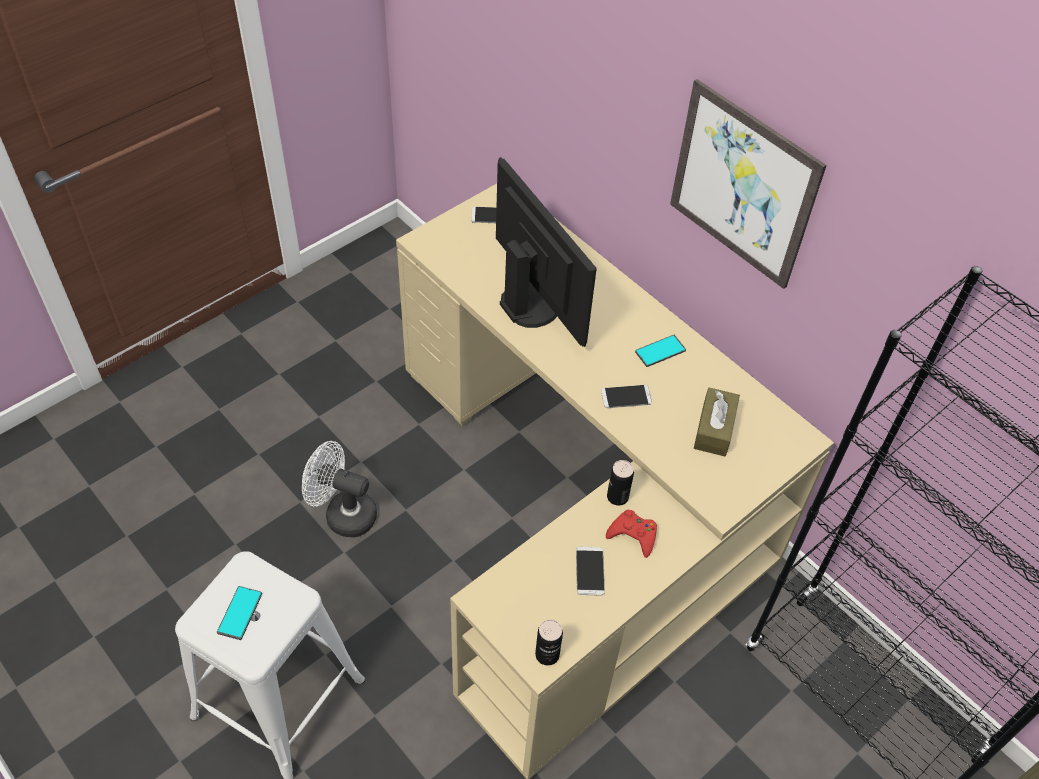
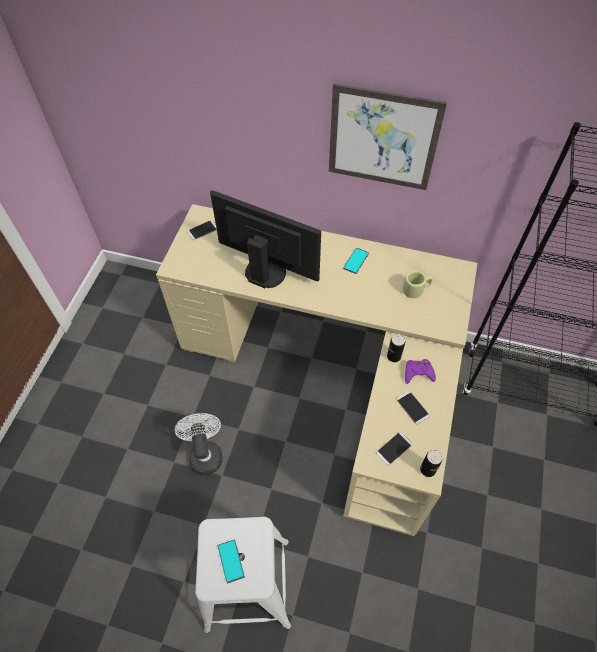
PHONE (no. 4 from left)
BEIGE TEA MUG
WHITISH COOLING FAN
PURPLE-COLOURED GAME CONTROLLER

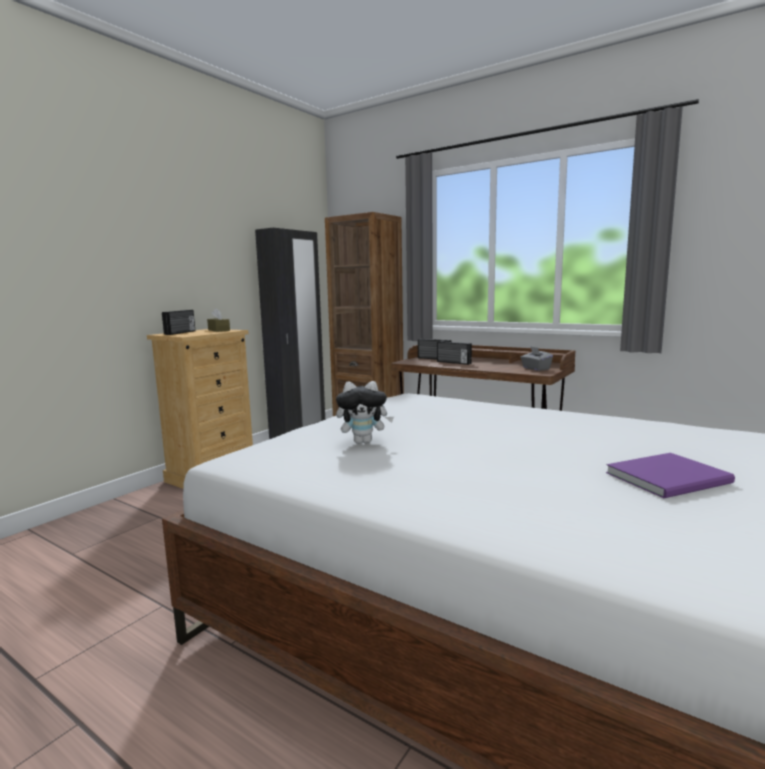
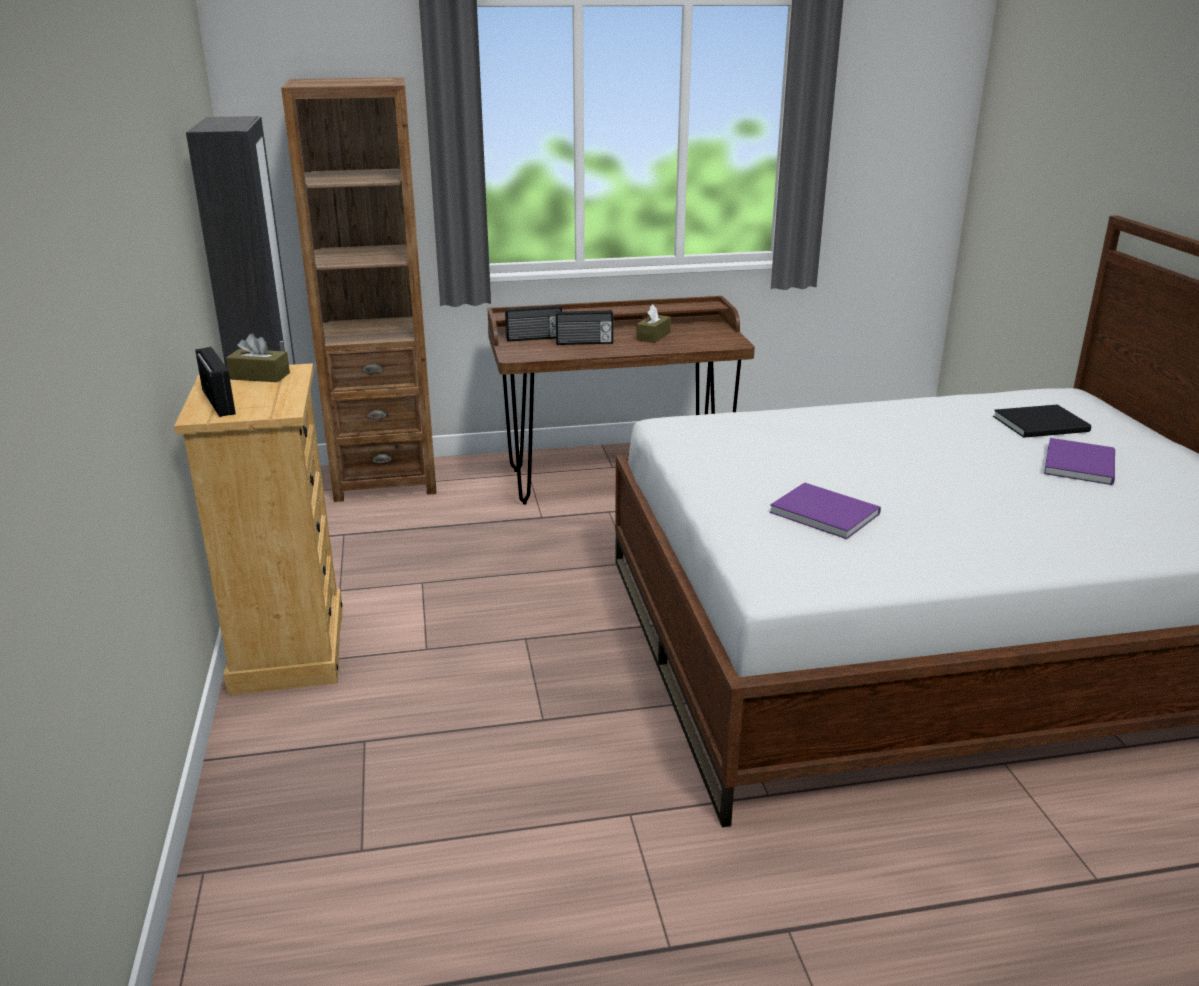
GRAY TISSUE HOLDER
PURPLE-COLOURED VOLUME (no. 1 from left)
BROWN-COLOURED TISSUE HOLDER (no. 2 from left)
BLACKISH VOLUME

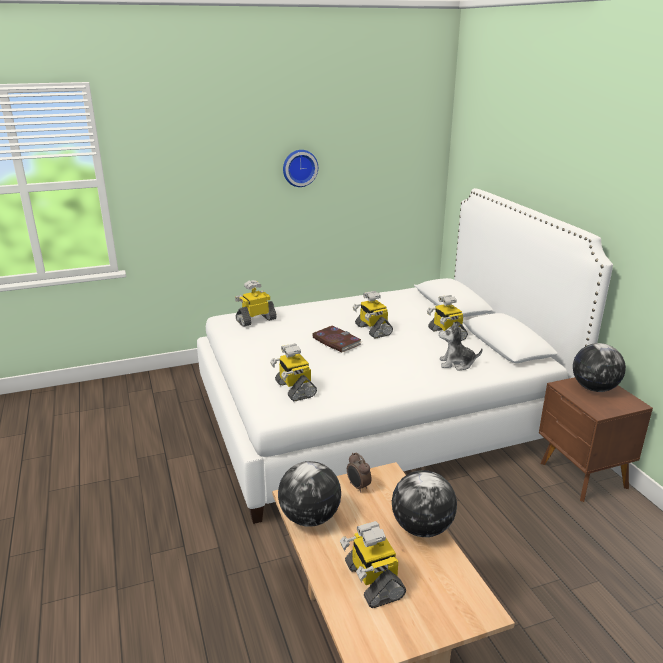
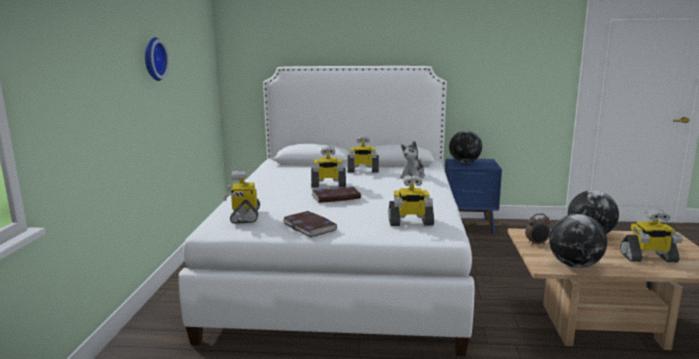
BLUE-COLOURED NIGHTSTAND
VOLUME (no. 1 from left)

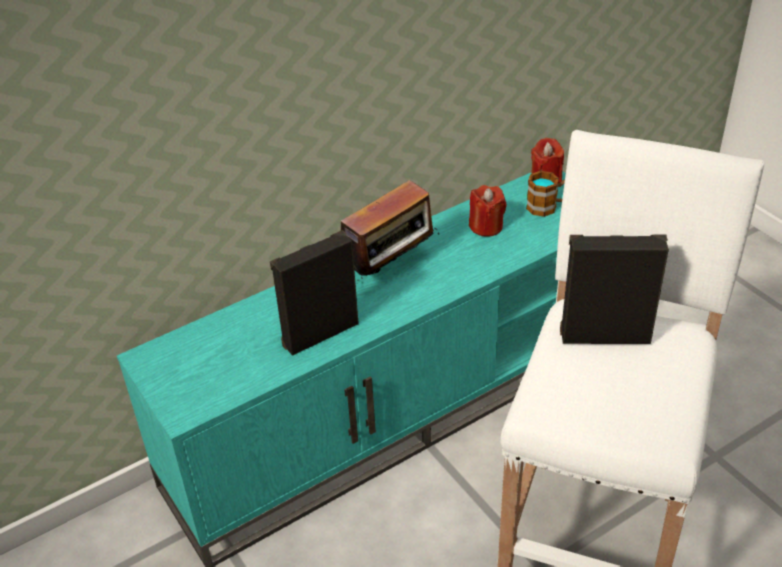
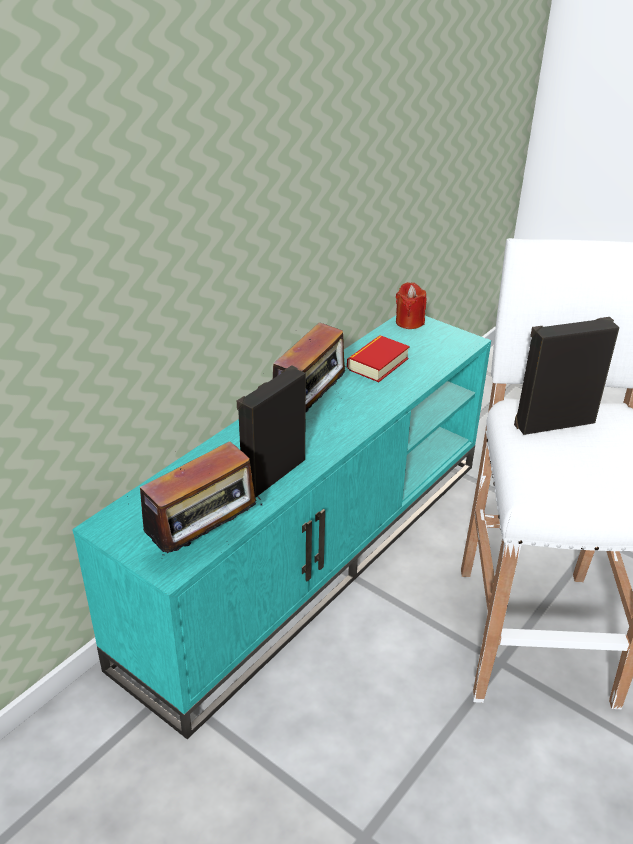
TEA MUG
VOLUME
RADIO SET (no. 1 from left)

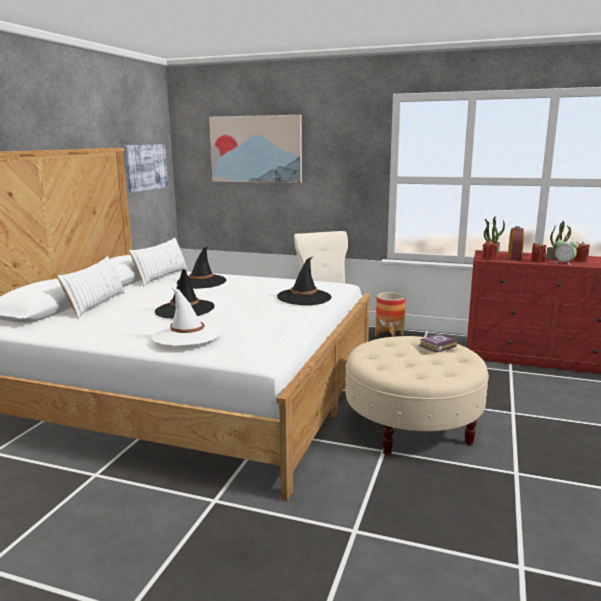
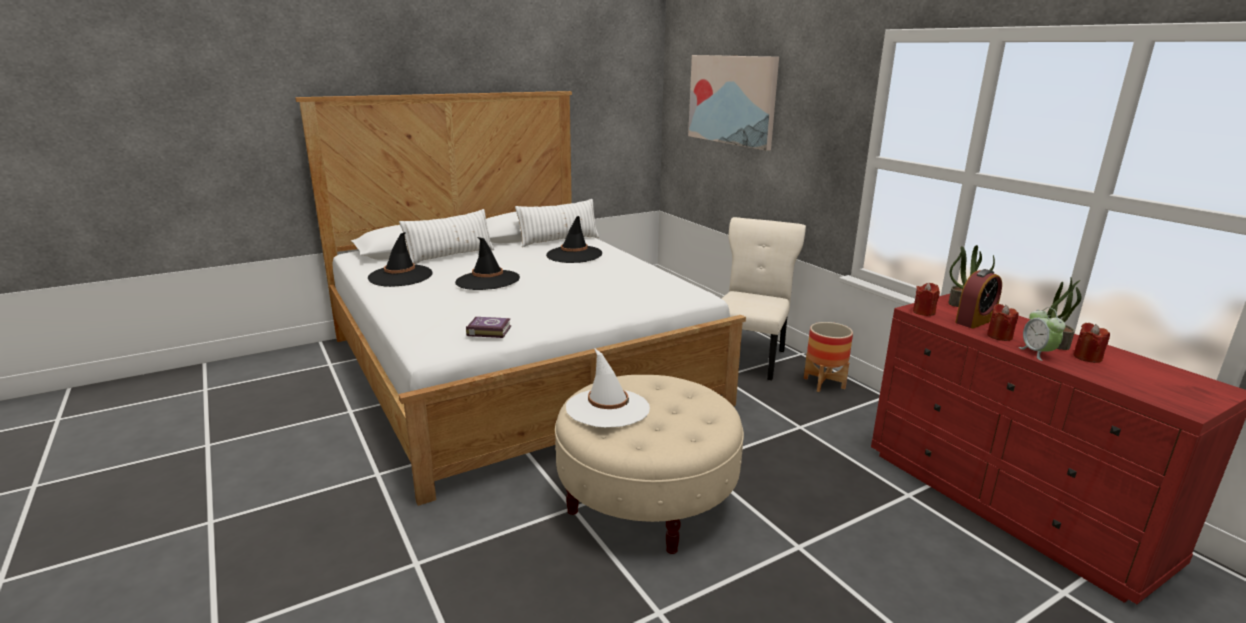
WALL PICTURE (no. 1 from left in the first image)
BLACKISH HAT (no. 1 from left)
WHITISH HAT
VOLUME

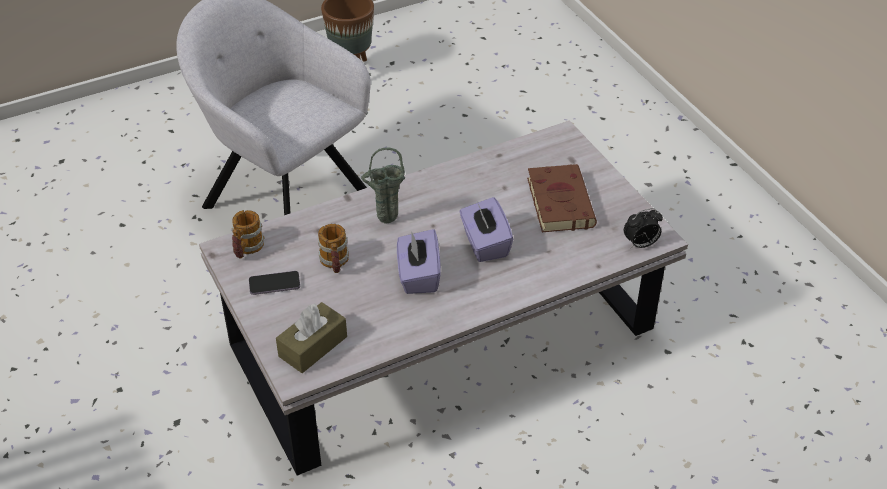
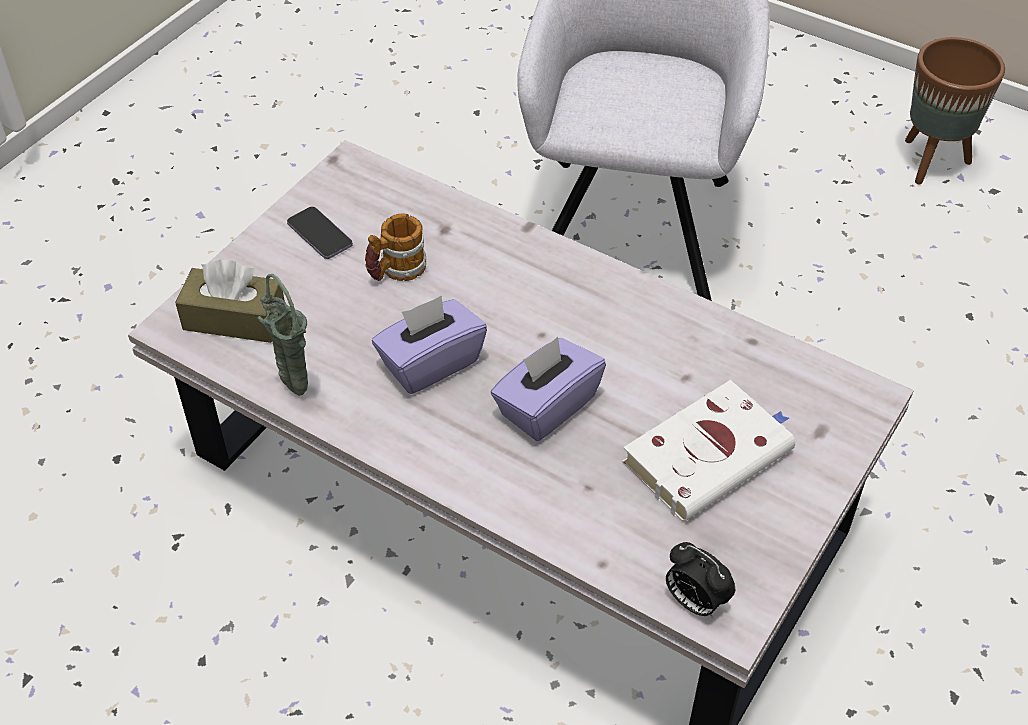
GREEN-COLOURED DECORATIVE VASE
WHITISH VOLUME
TEA MUG (no. 1 from left in the first image)

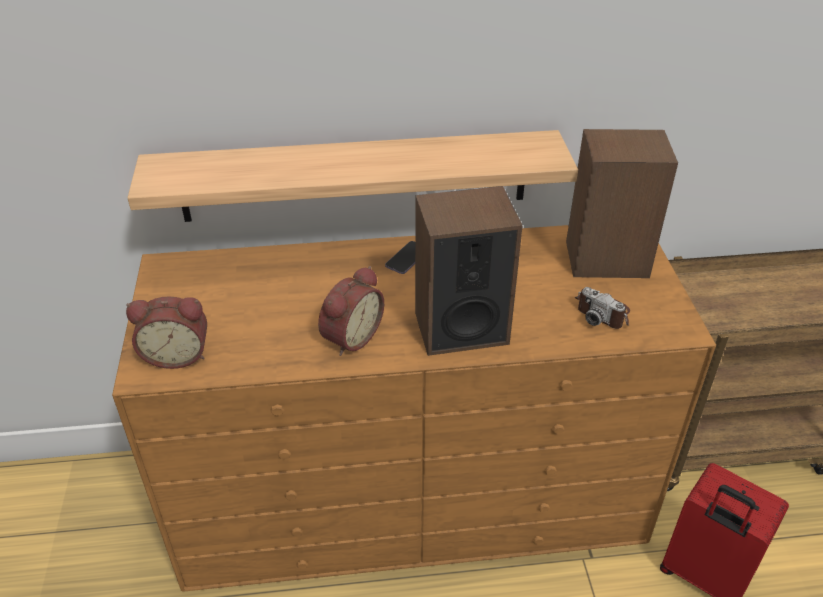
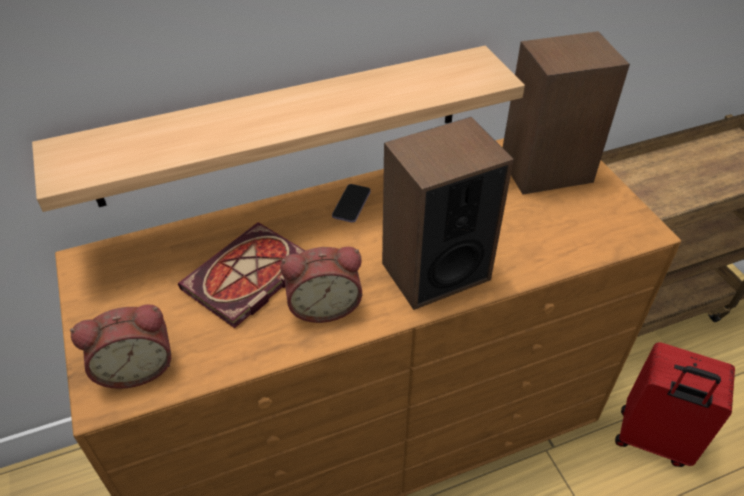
BEDSIDE CLOCK (no. 2 from left)
PHOTO CAMERA
VOLUME

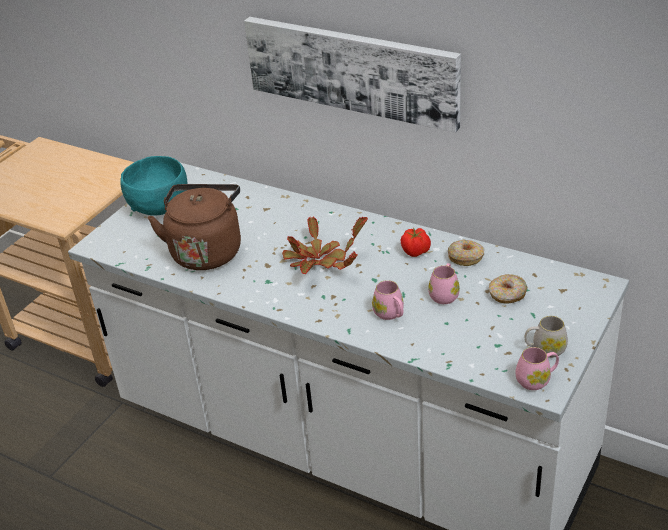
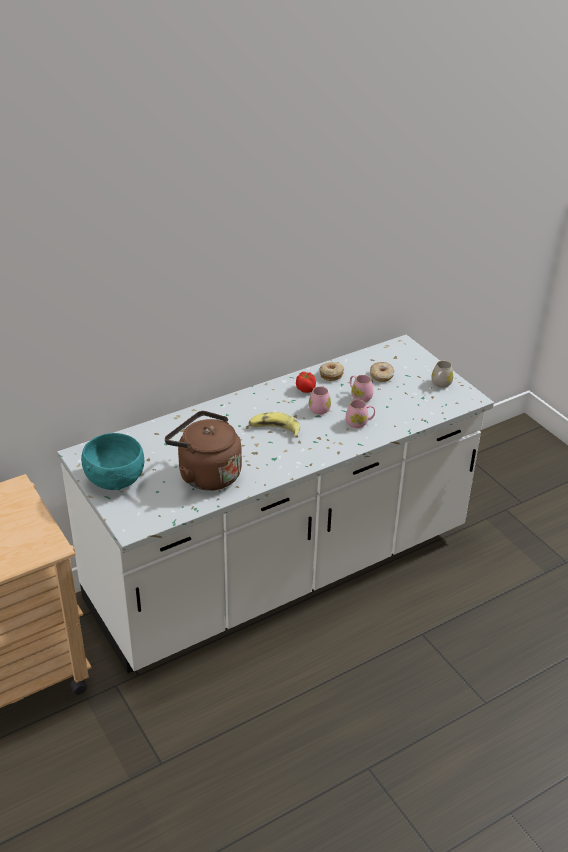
WALL PICTURE
BANANA
PINK TEA MUG (no. 1 from left)

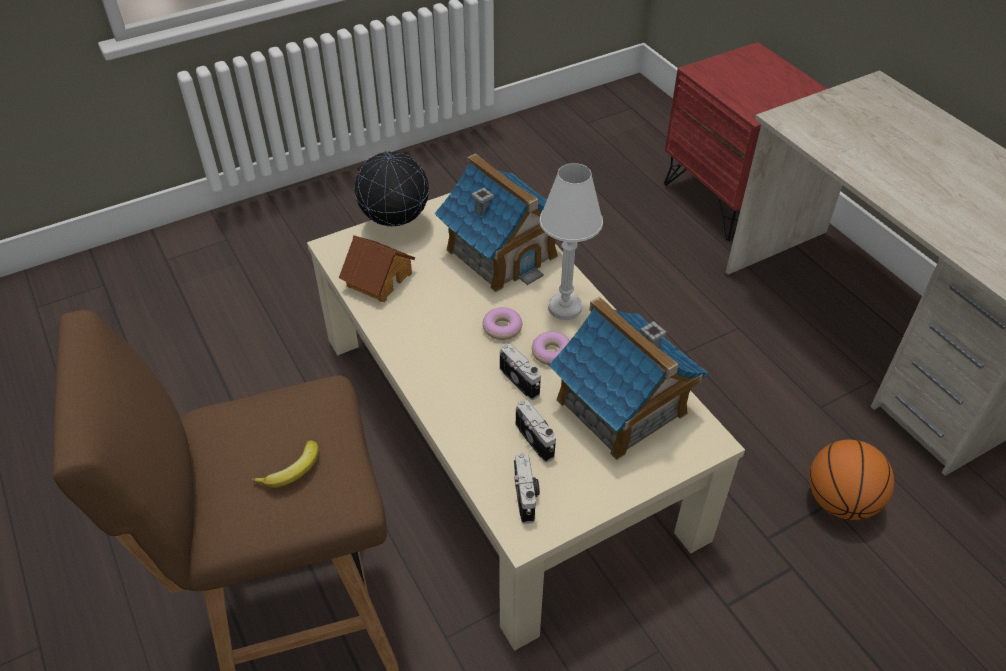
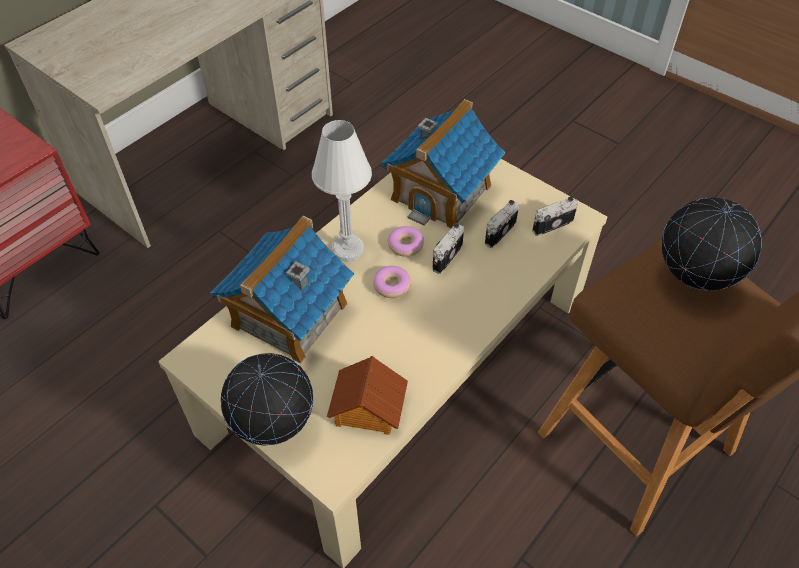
WORLD GLOBE (no. 2 from left)
BASKETBALL BALL

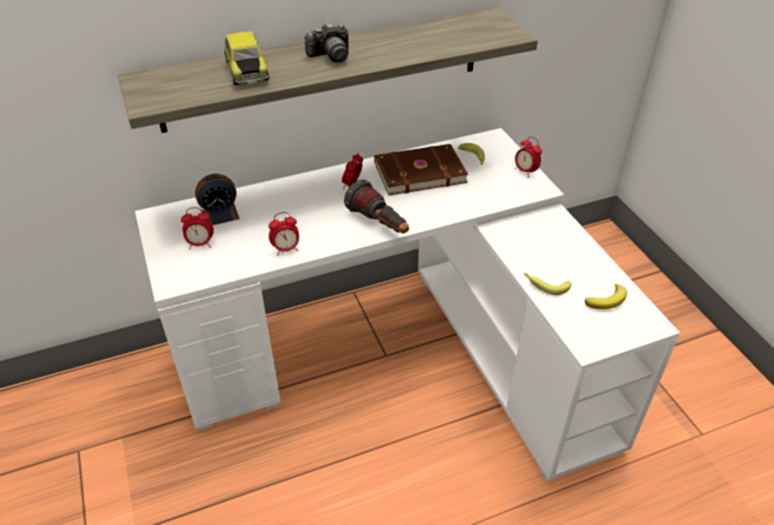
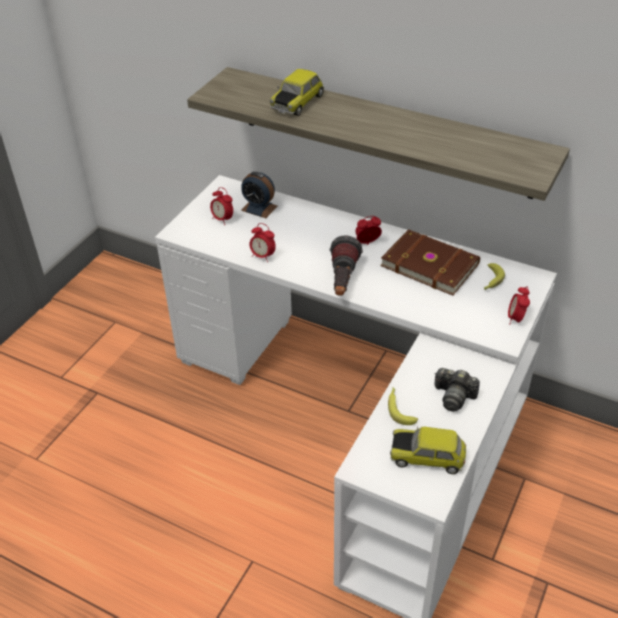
PHOTO CAMERA
MINIATURE CAR (no. 2 from left)

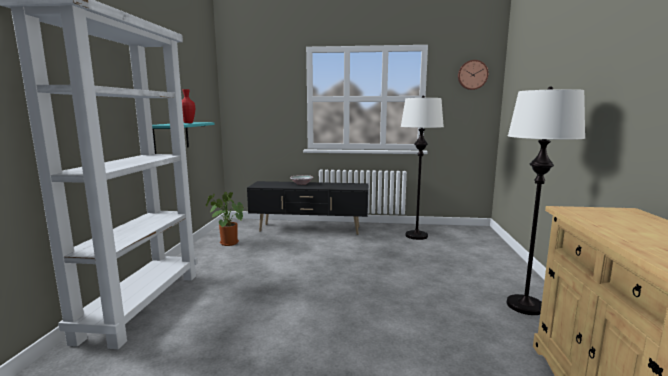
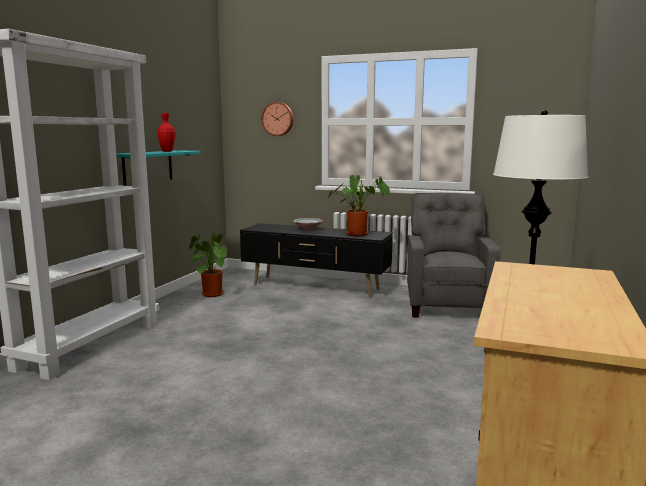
HANGING CLOCK
GRAY EASY CHAIR
HOUSEPLANT (no. 2 from left)

